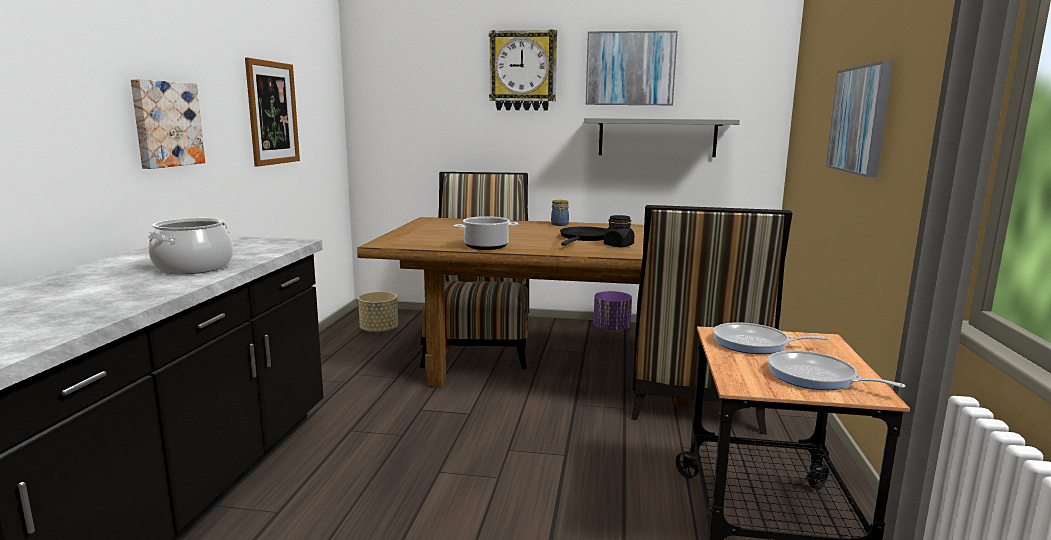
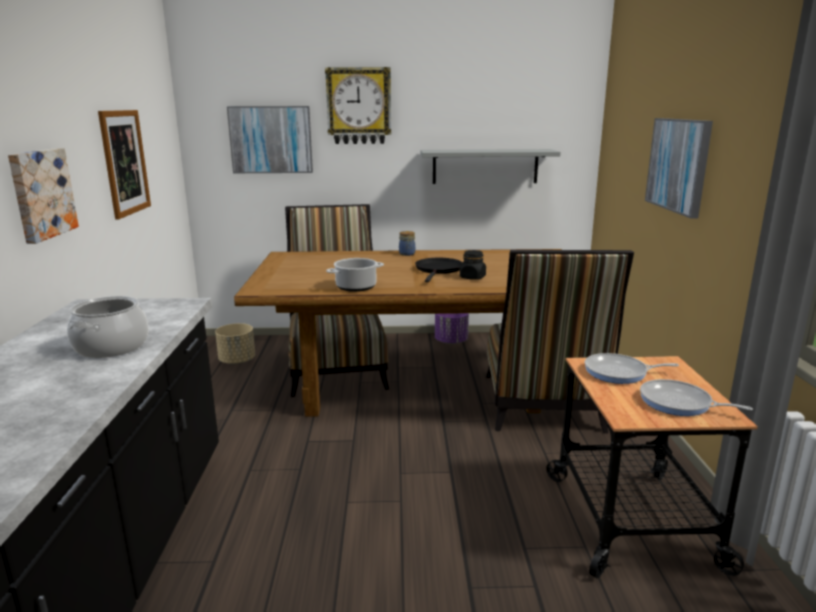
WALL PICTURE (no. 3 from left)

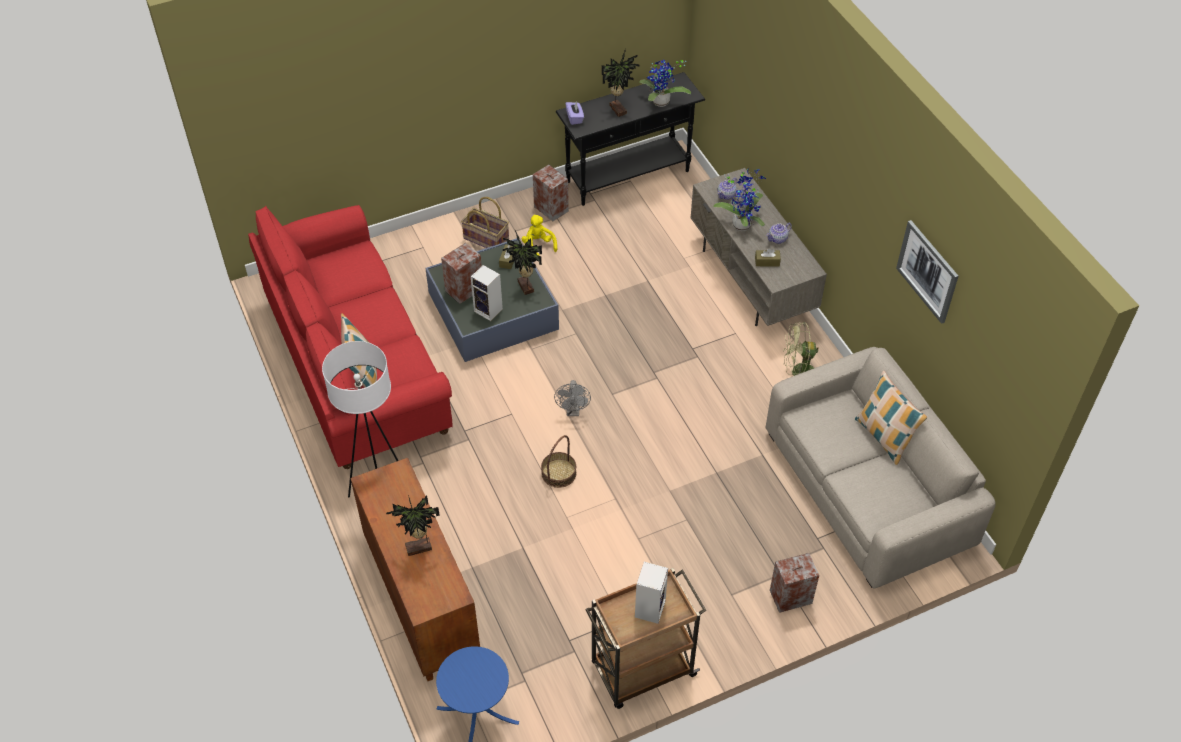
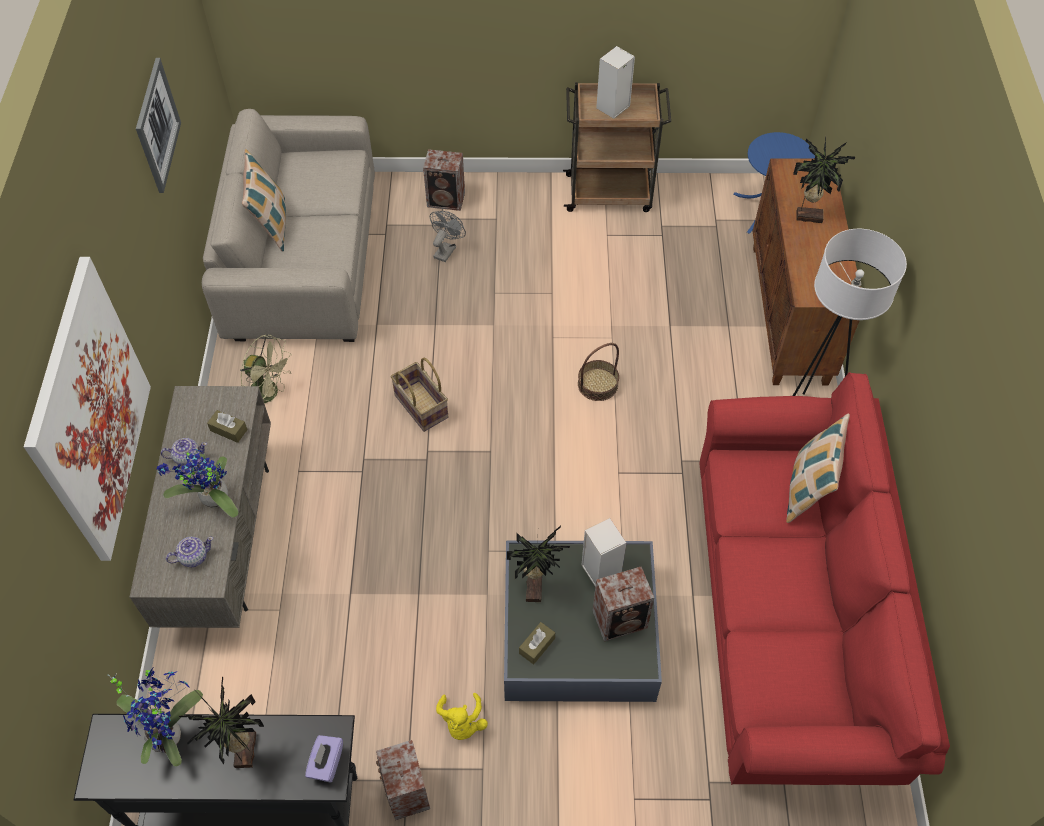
BASKET (no. 1 from left)
GRAY COOLING FAN
WALL PICTURE (no. 1 from left)

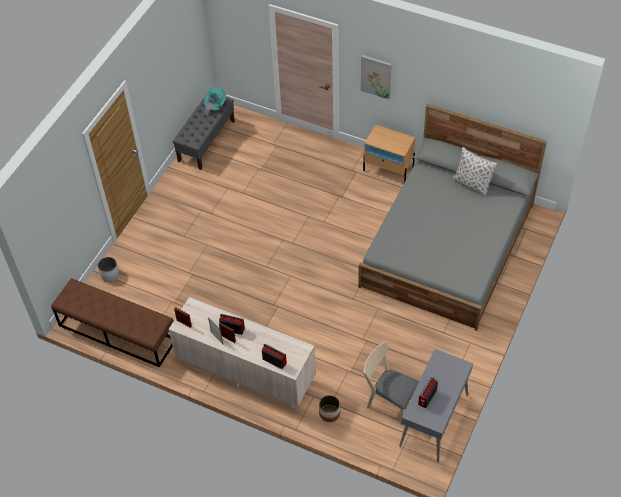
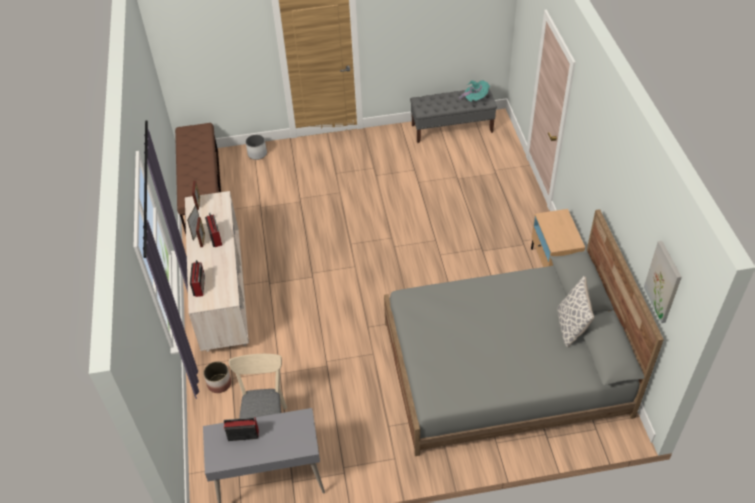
WALL PICTURE

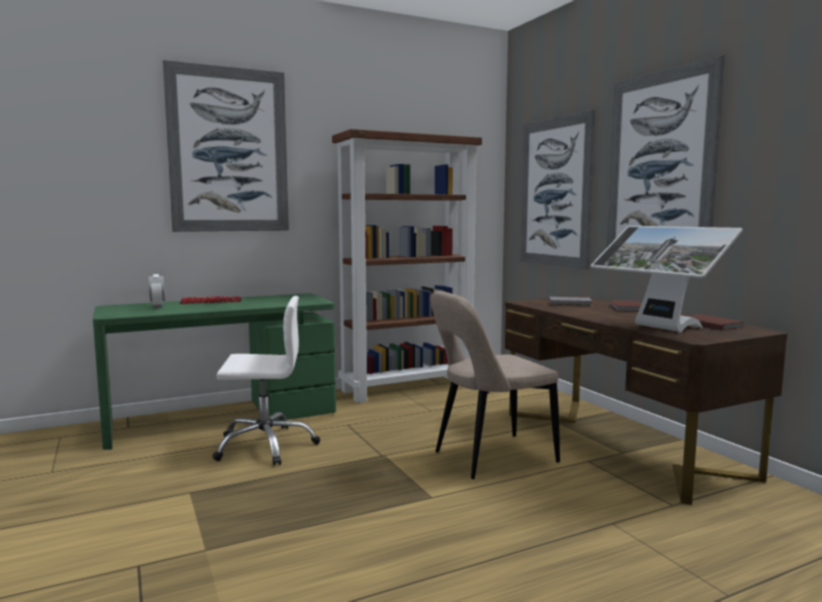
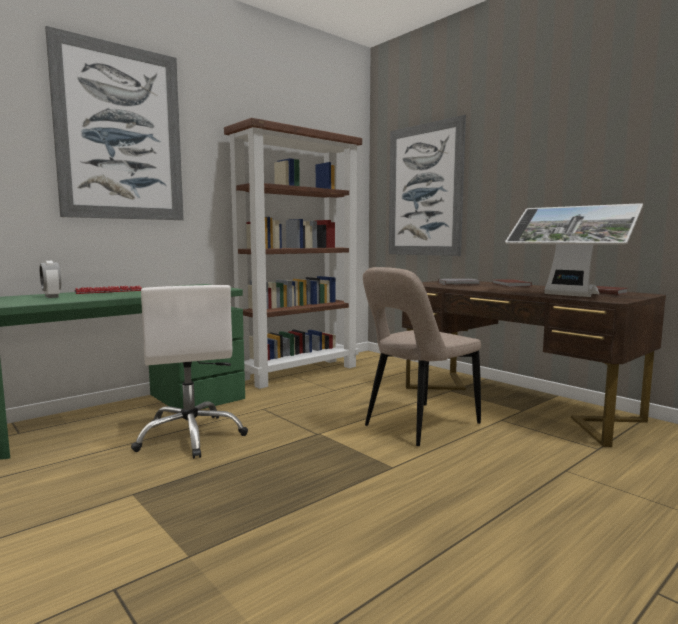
WALL PICTURE (no. 3 from left in the first image)
WHITISH DESK CHAIR

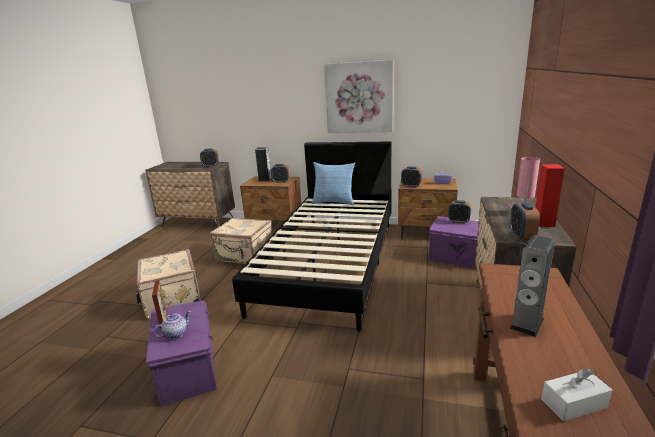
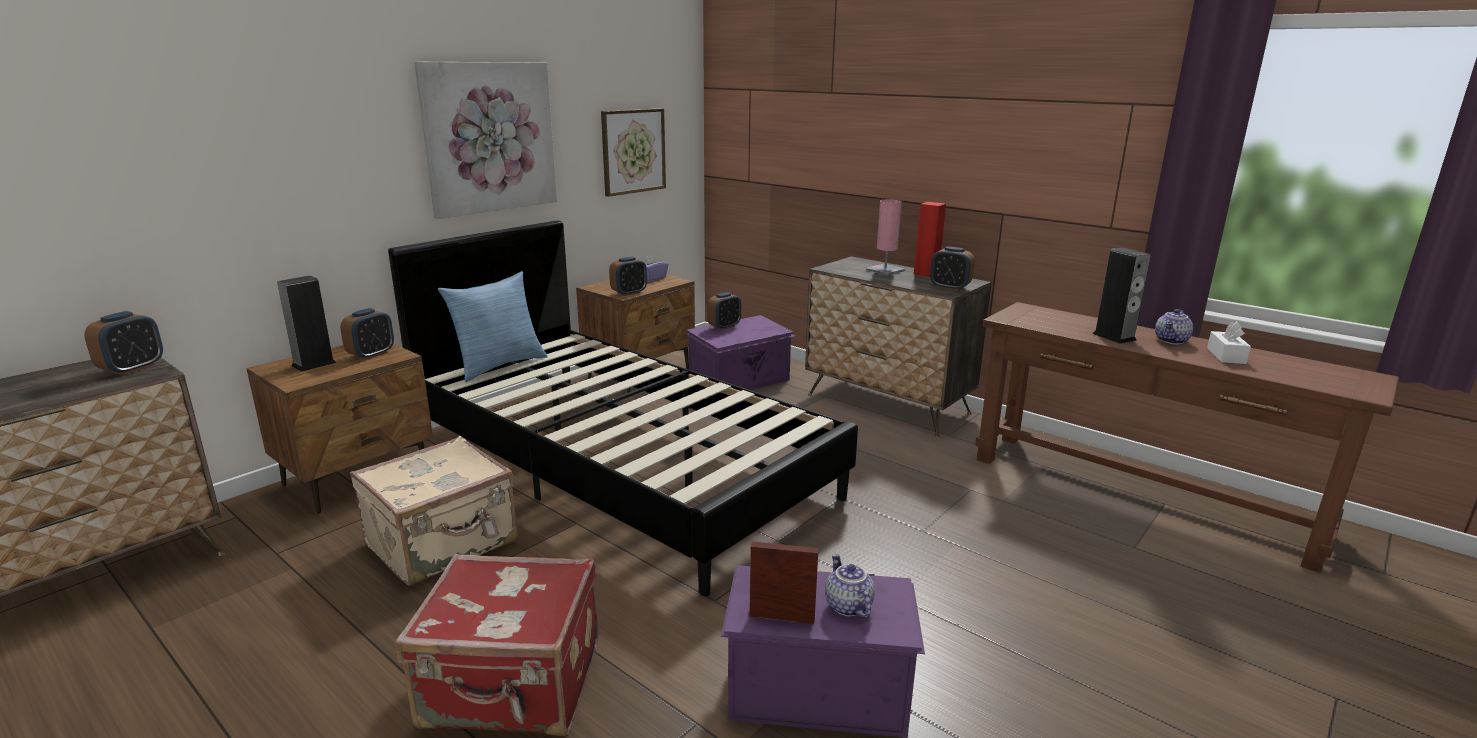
RED-COLOURED SUITCASE
WALL PICTURE (no. 2 from left)
POT FOR TEA (no. 2 from left)

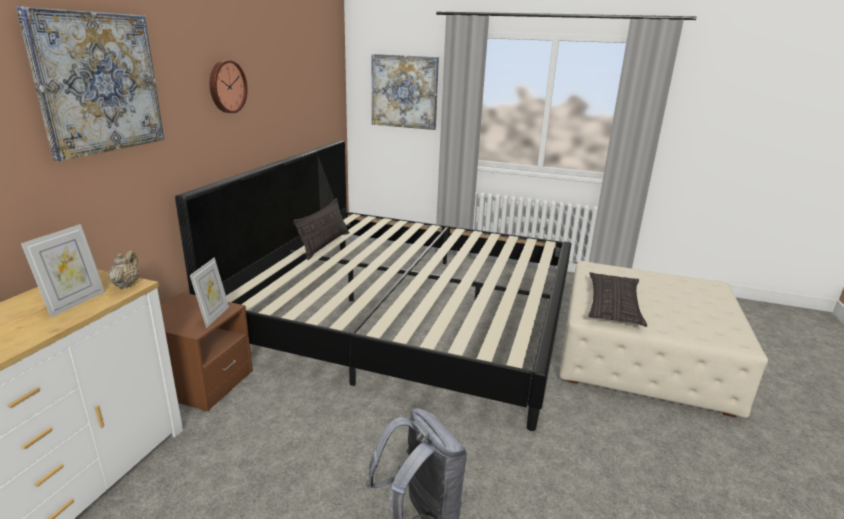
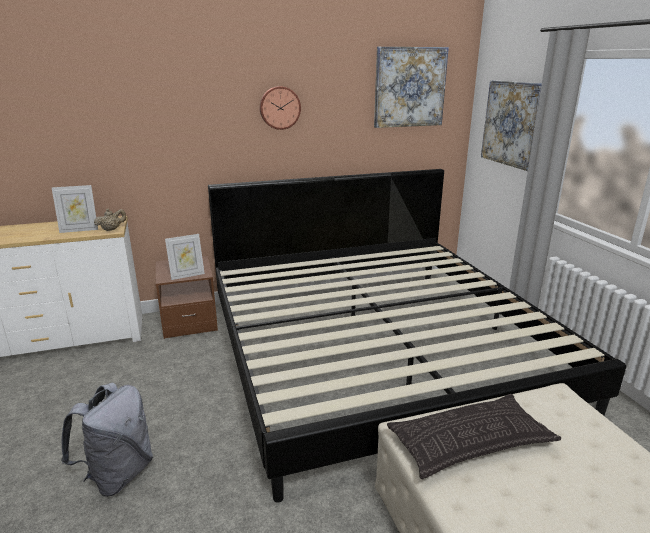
WALL PICTURE (no. 1 from left)
THROW PILLOW (no. 1 from left in the first image)

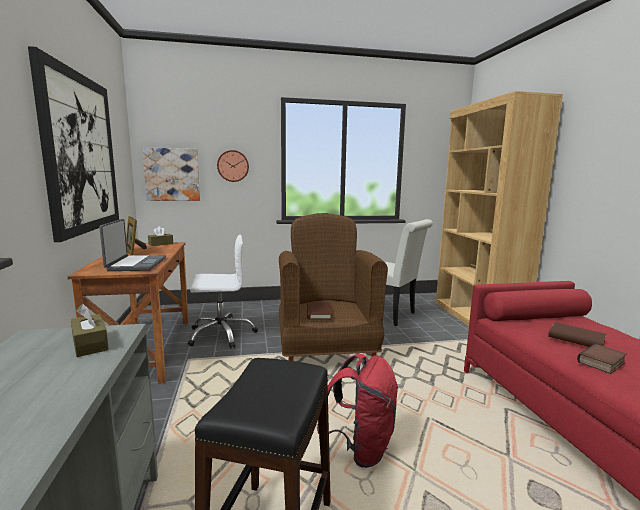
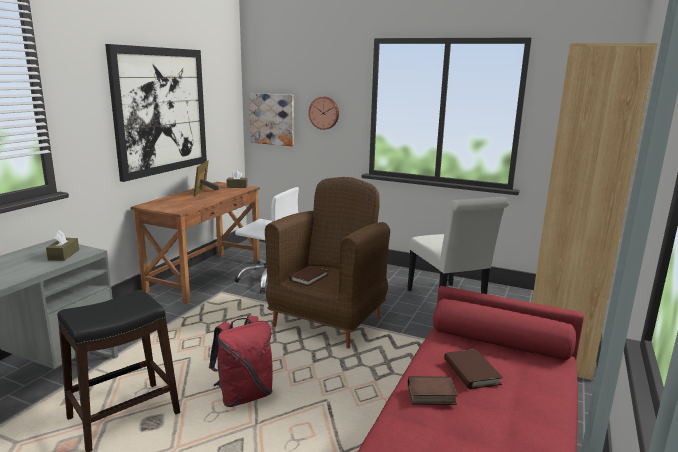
PORTABLE COMPUTER

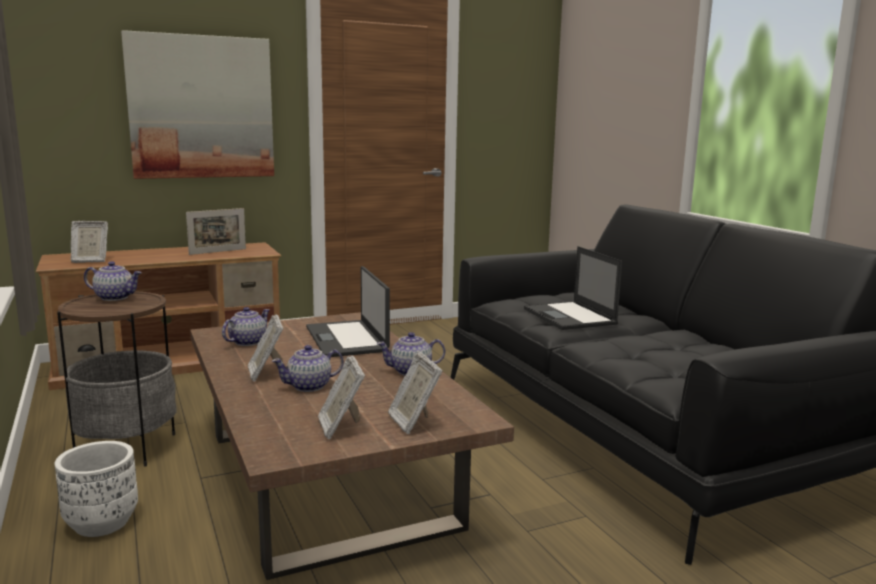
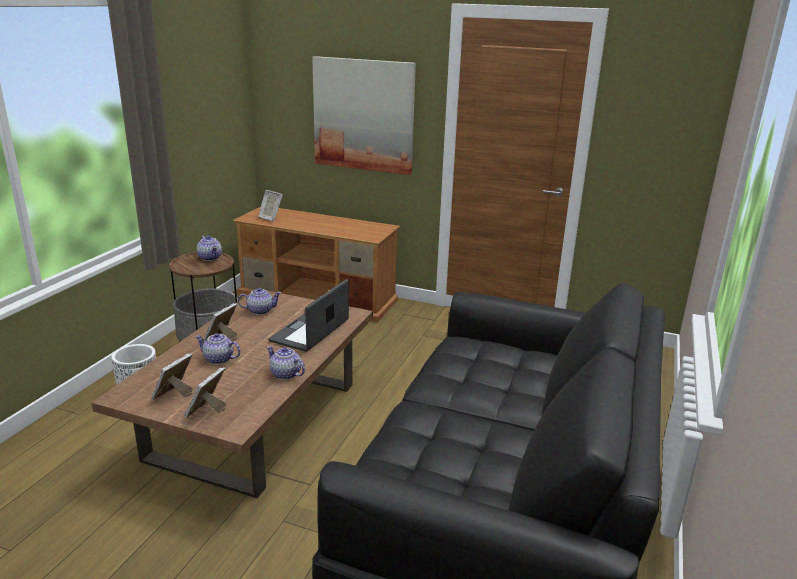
PHOTO FRAME (no. 2 from left in the first image)
PORTABLE COMPUTER (no. 2 from left in the first image)

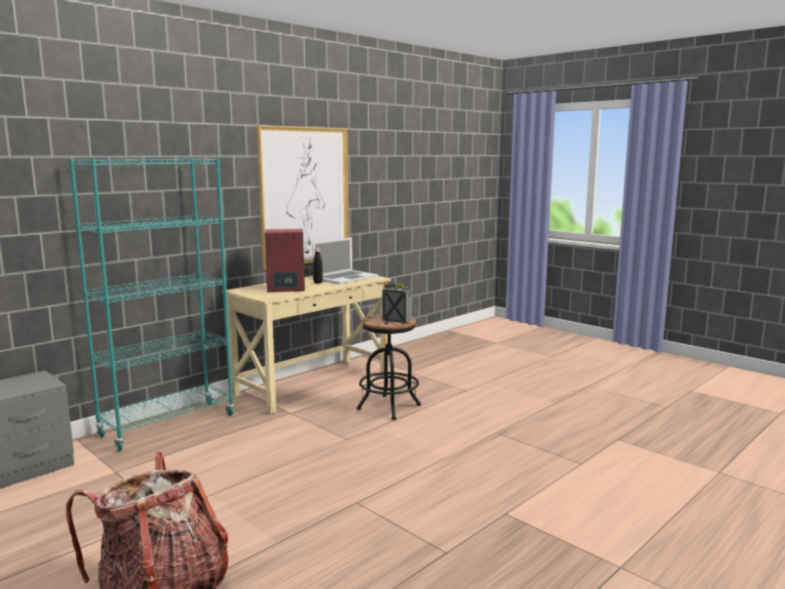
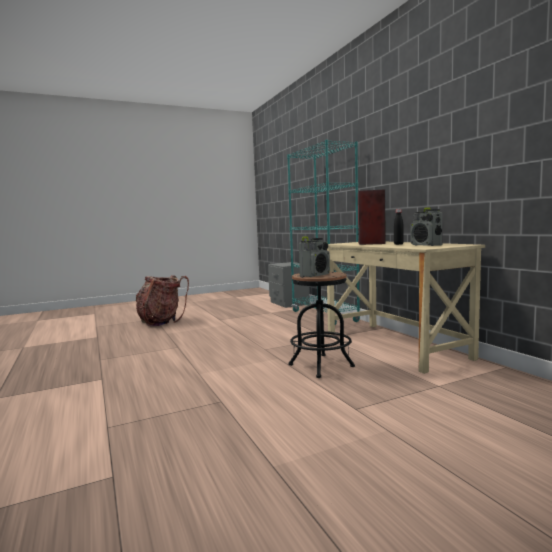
WALL PICTURE
RADIO SET (no. 2 from left)

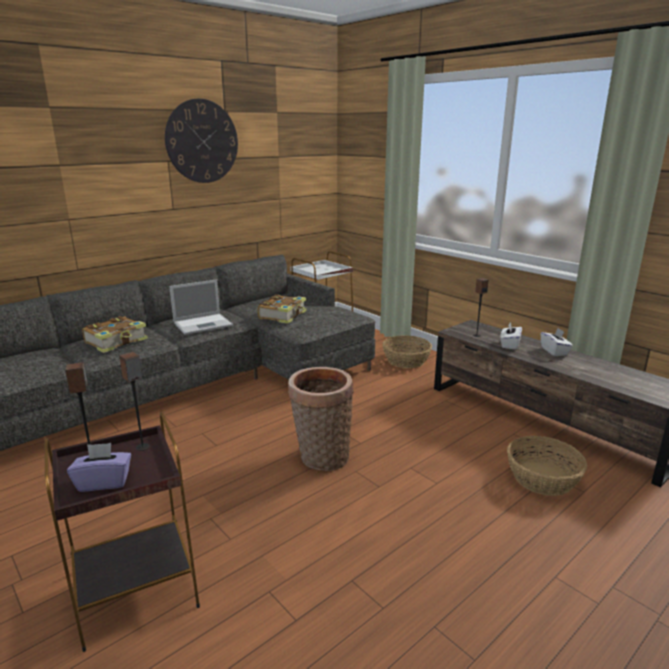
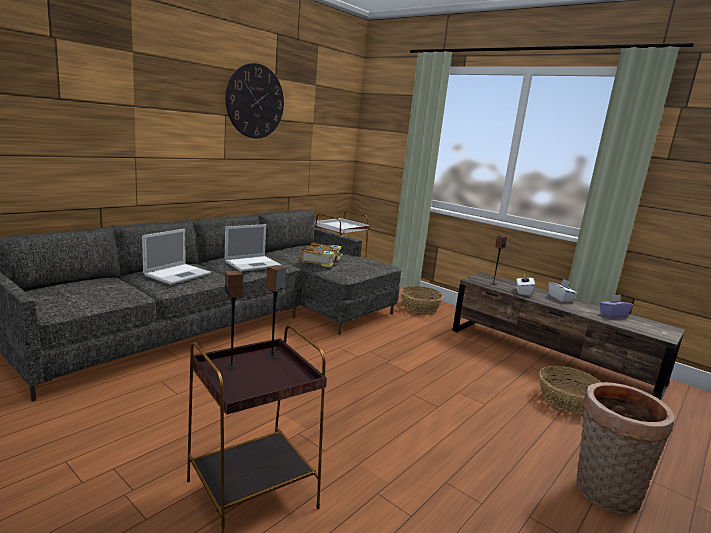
PORTABLE COMPUTER (no. 1 from left)
BASKET (no. 3 from left)
PURPLE-COLOURED TISSUE HOLDER

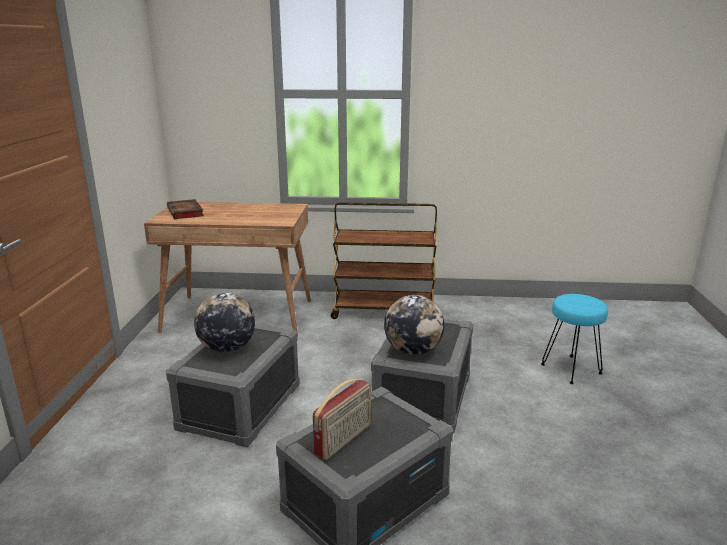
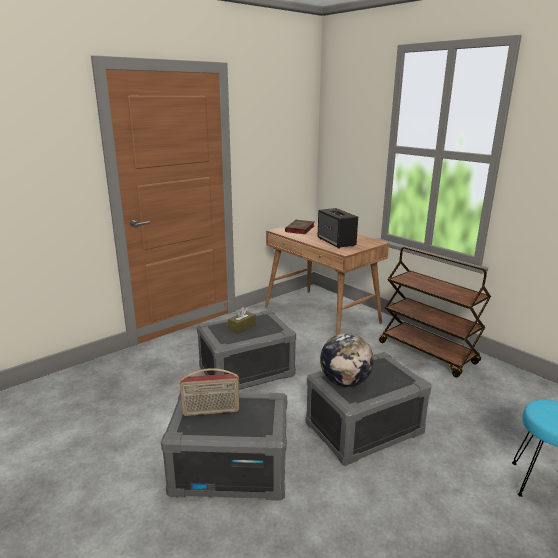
BROWN-COLOURED TISSUE HOLDER
LOUDSPEAKER

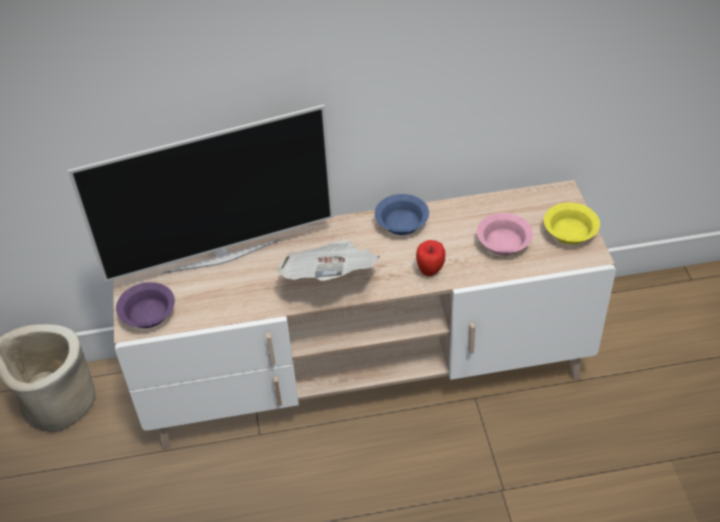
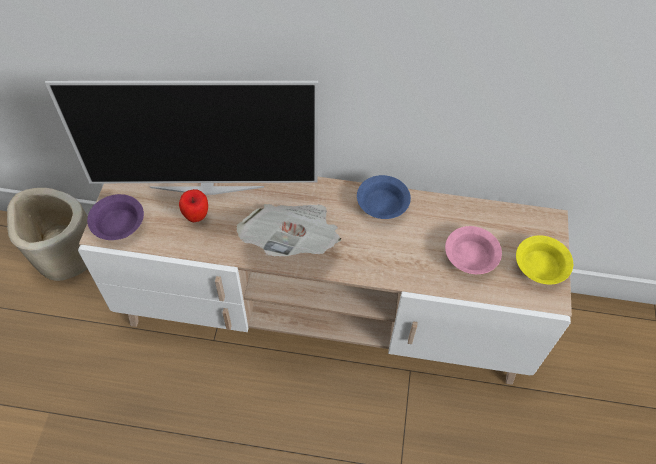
APPLE

